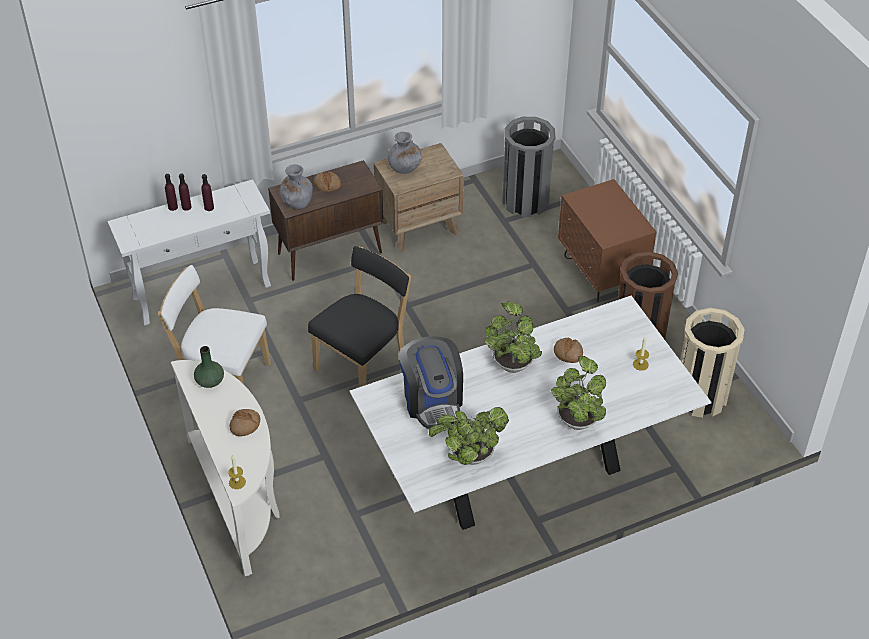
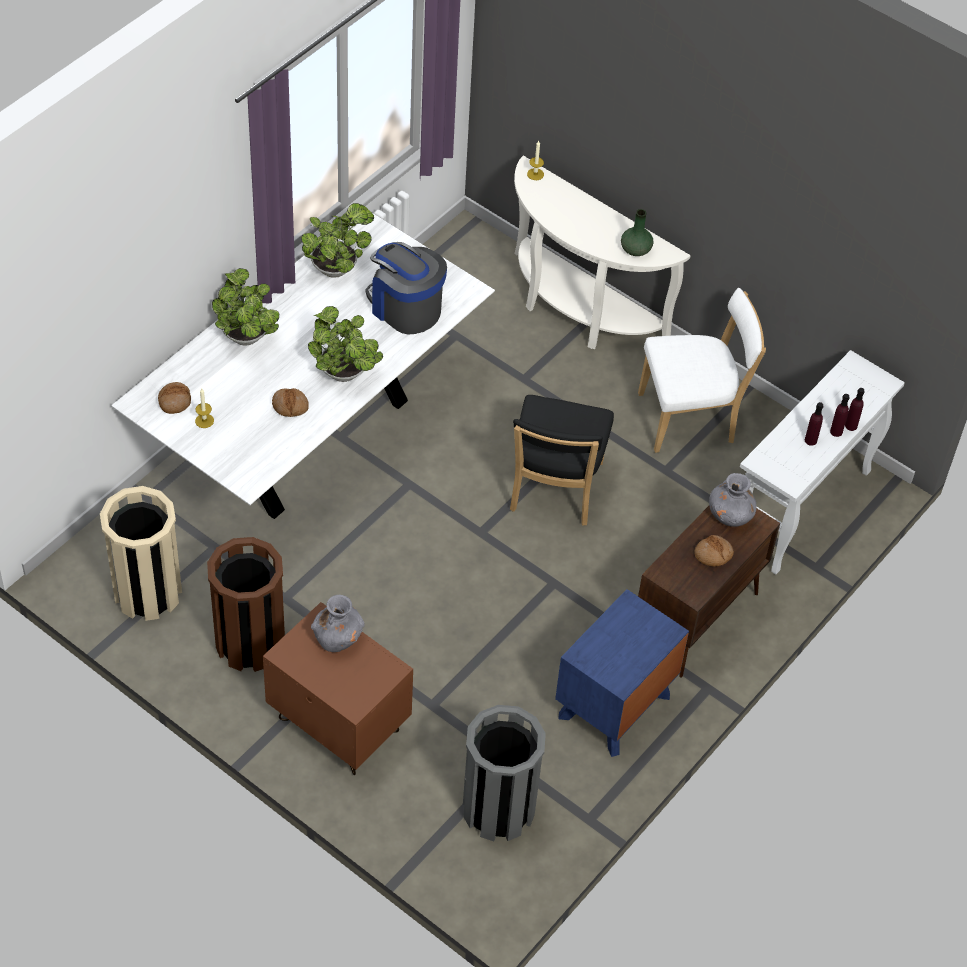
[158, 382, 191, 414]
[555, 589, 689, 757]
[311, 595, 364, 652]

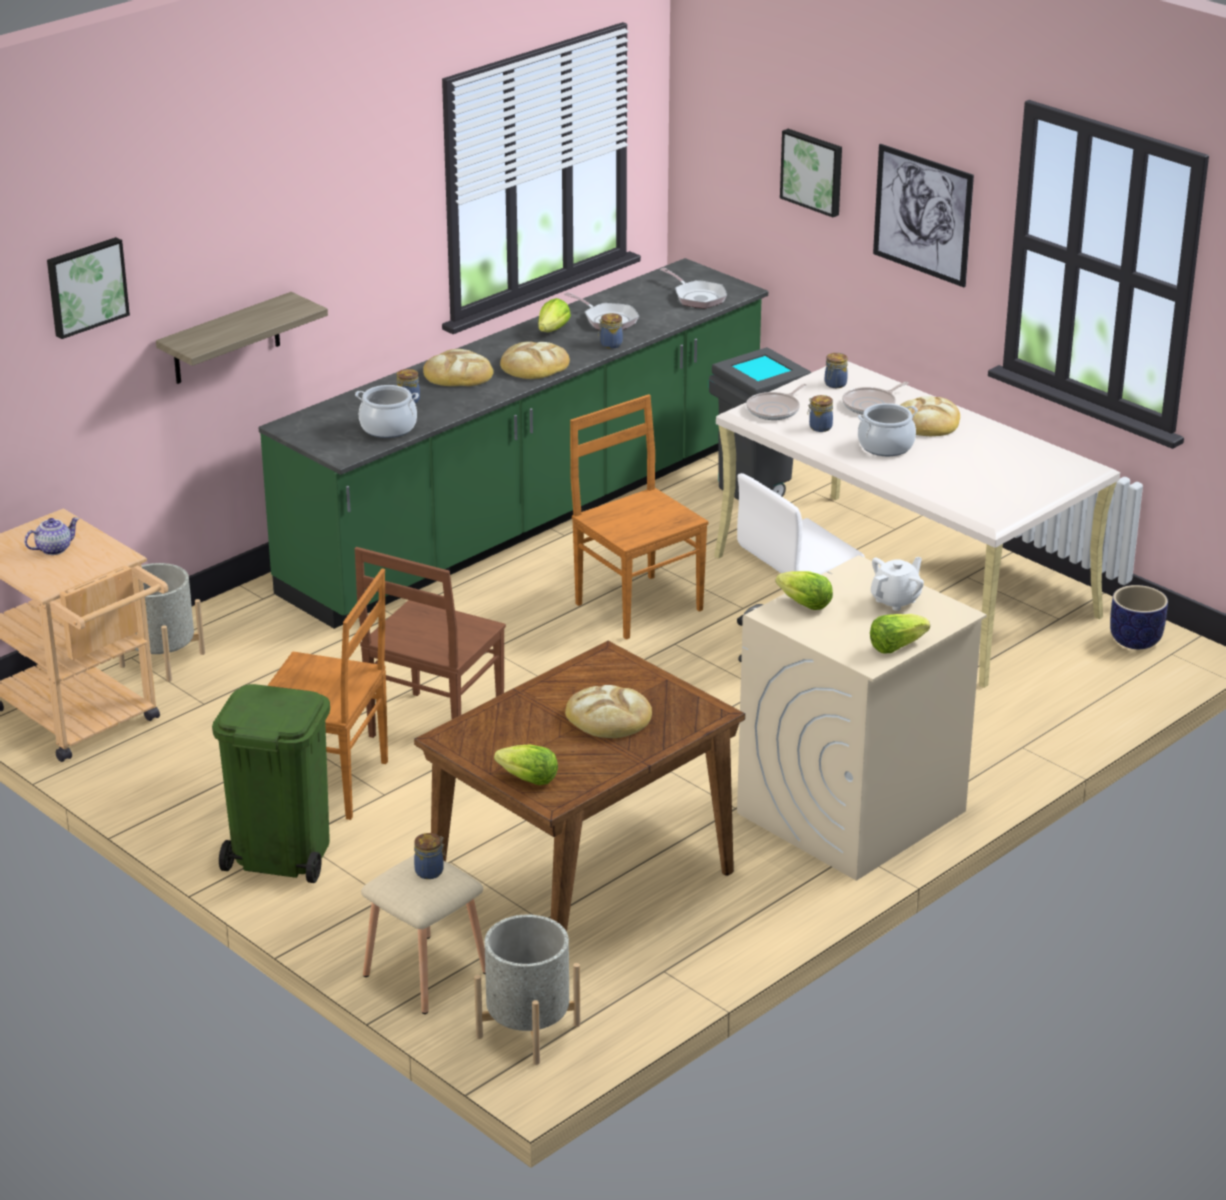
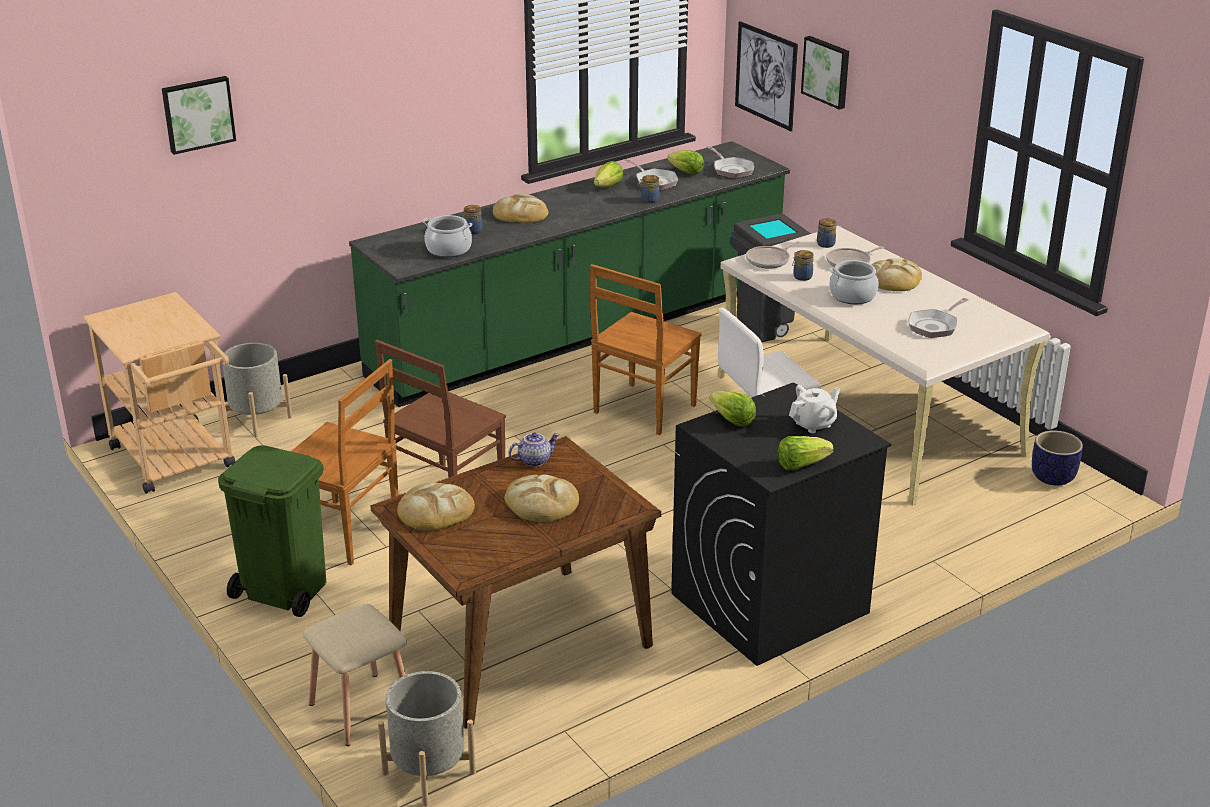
[509, 432, 560, 467]
[156, 292, 328, 384] (first image)
[414, 833, 445, 879] (first image)
[667, 150, 704, 175]
[397, 482, 475, 531]
[590, 264, 702, 435]
[671, 383, 891, 666]
[735, 21, 798, 131]
[908, 298, 968, 338]

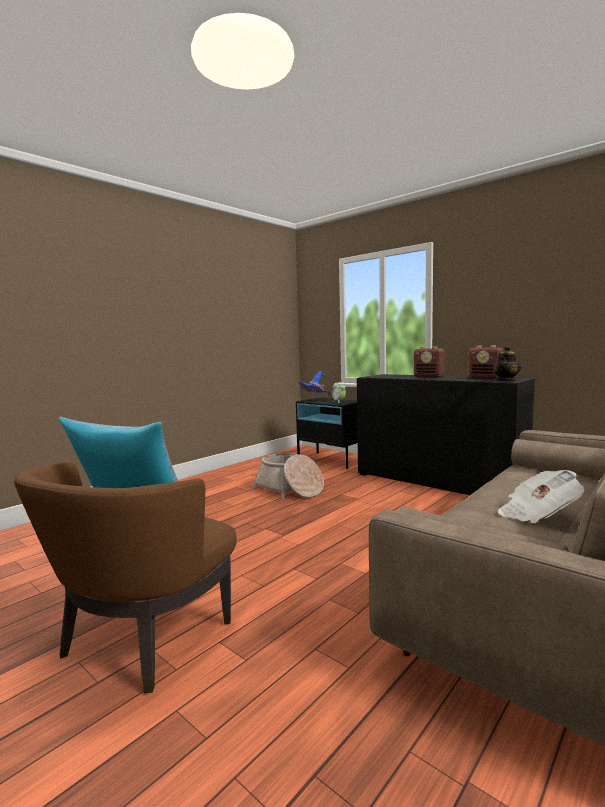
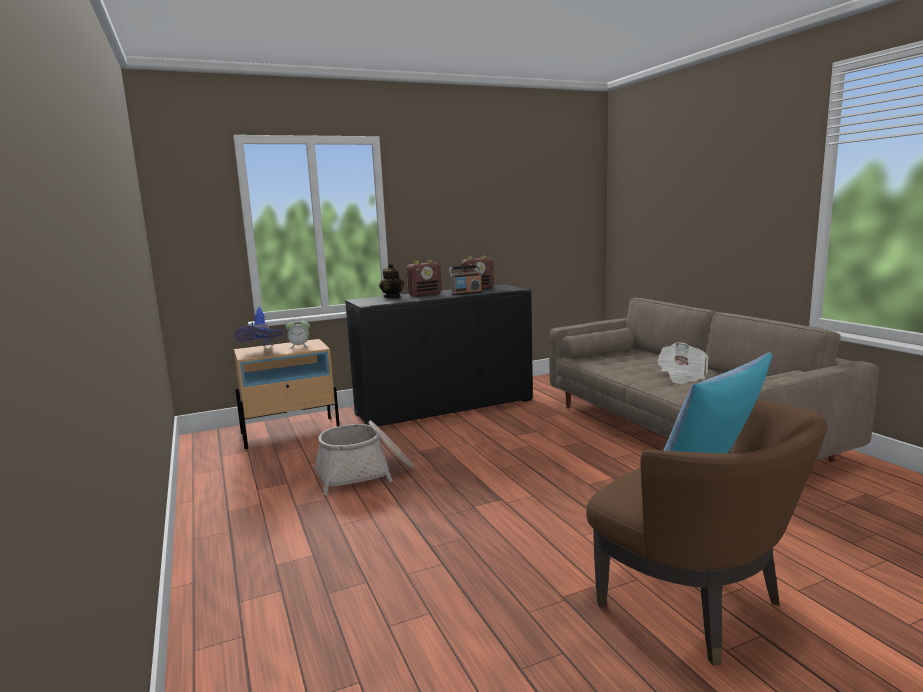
[234, 339, 340, 449]
[379, 263, 404, 298]
[449, 265, 482, 295]

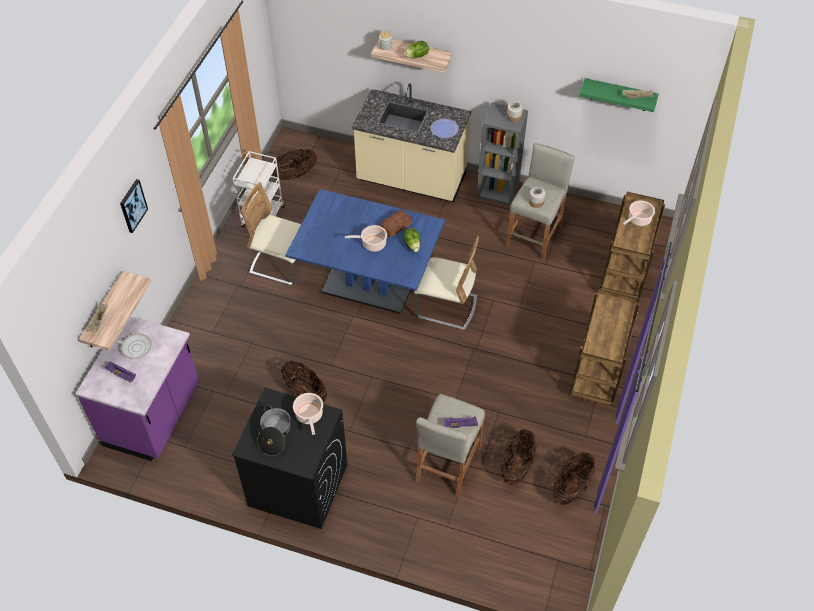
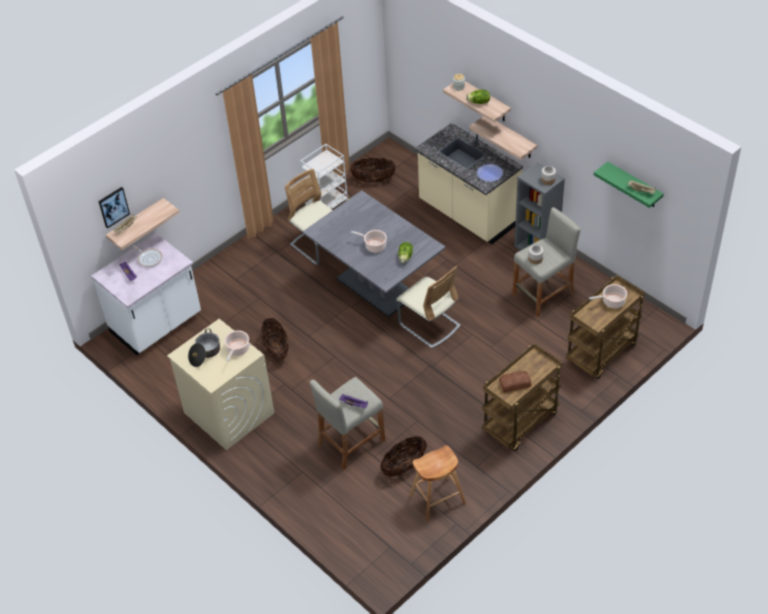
[91, 233, 201, 355]
[98, 187, 130, 229]
[167, 319, 274, 450]
[302, 190, 446, 318]
[499, 371, 532, 393]
[409, 445, 466, 522]
[469, 117, 537, 160]

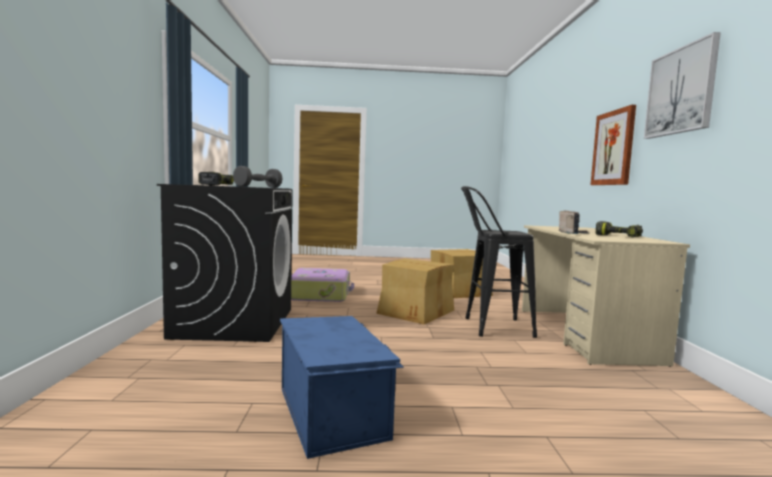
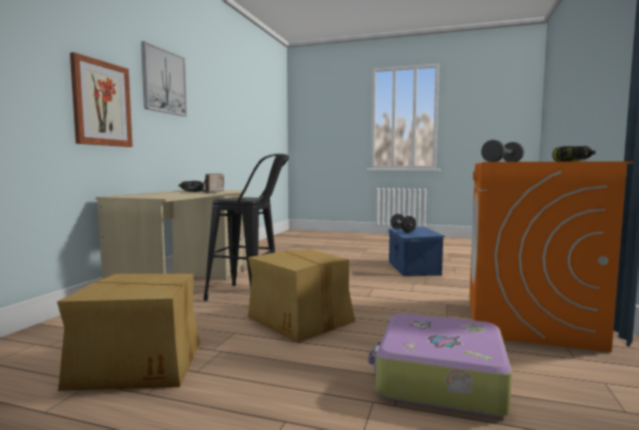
[469, 161, 633, 352]
[391, 214, 416, 232]

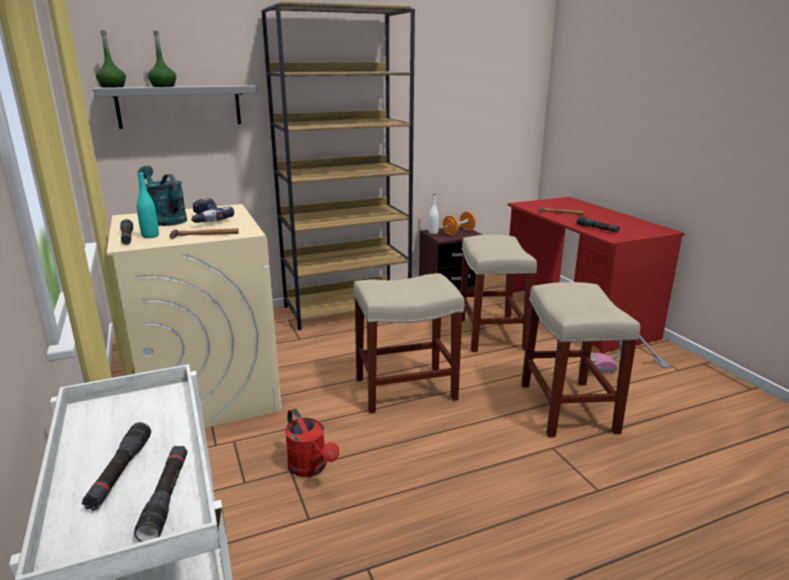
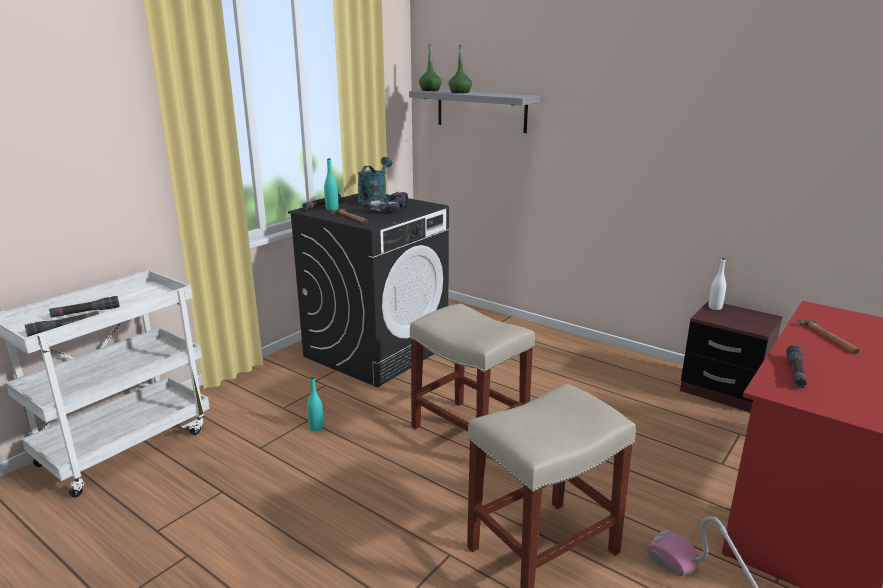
[288, 193, 449, 387]
[261, 1, 415, 330] (first image)
[307, 377, 324, 431]
[443, 211, 476, 235] (first image)
[460, 235, 537, 352] (first image)

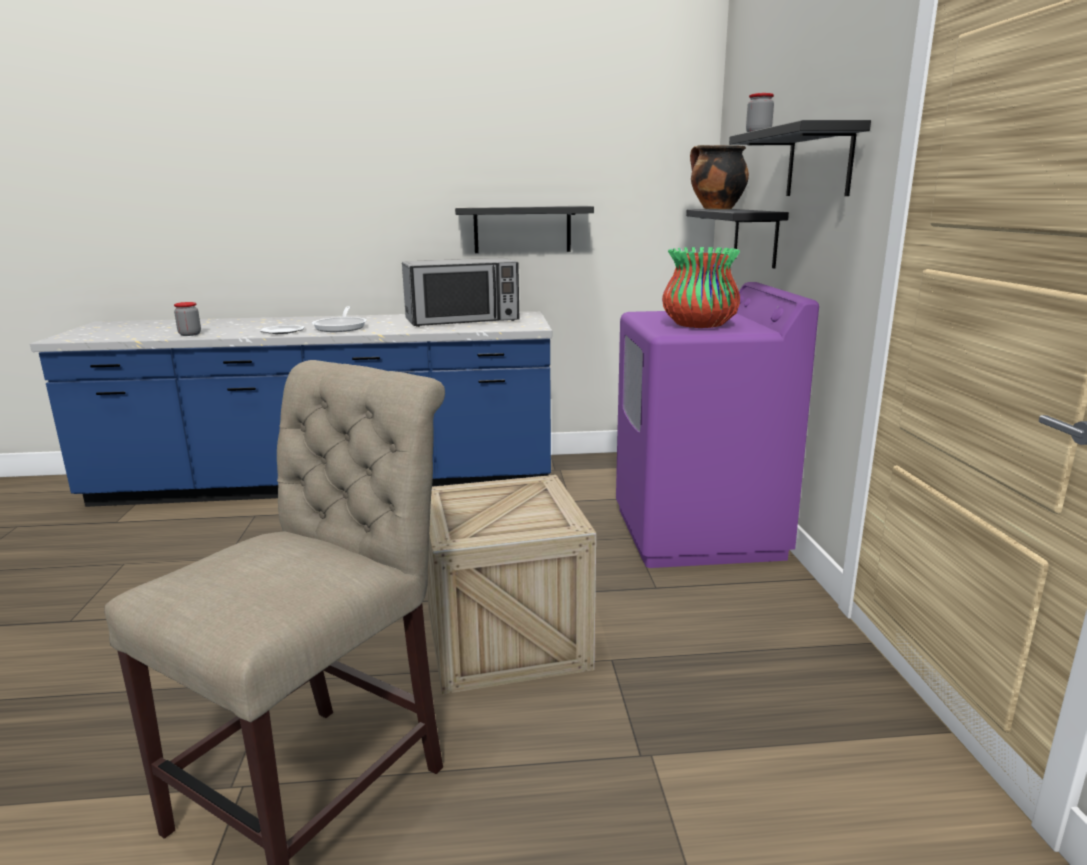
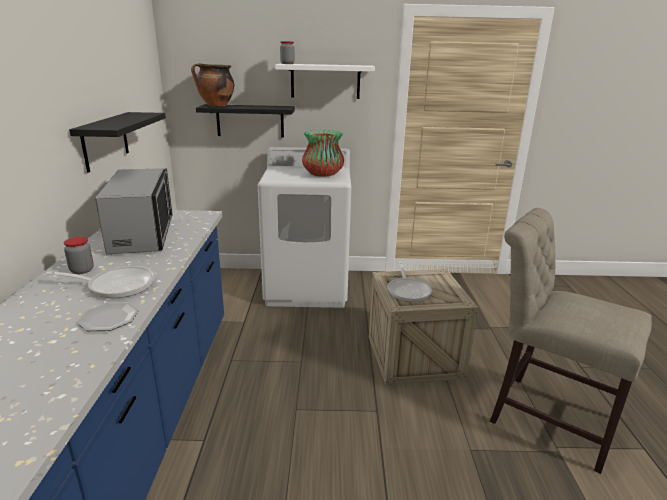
[64, 237, 94, 274]
[258, 147, 351, 308]
[275, 64, 375, 99]
[387, 262, 432, 302]

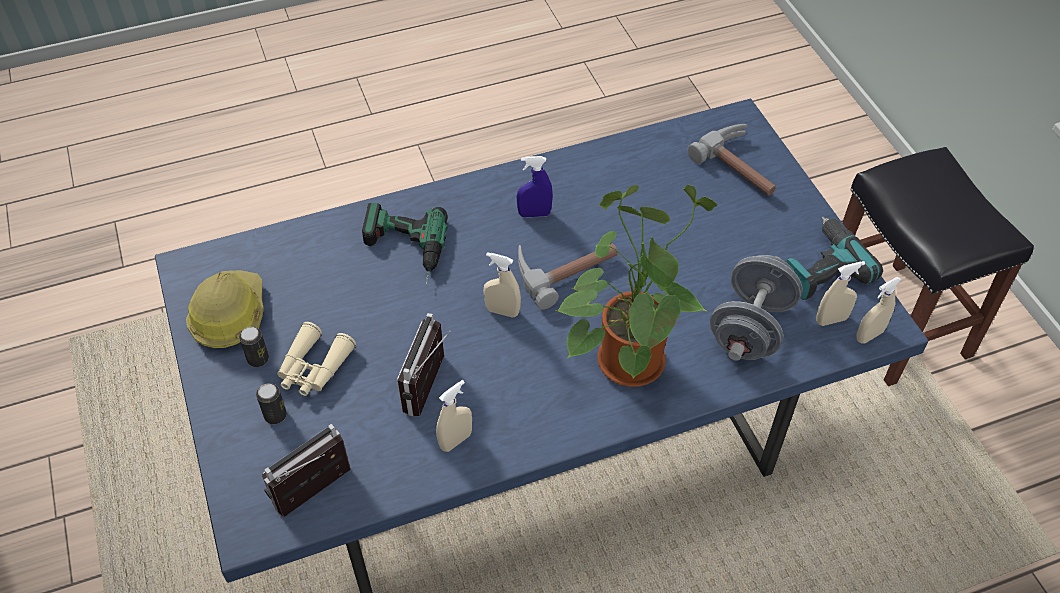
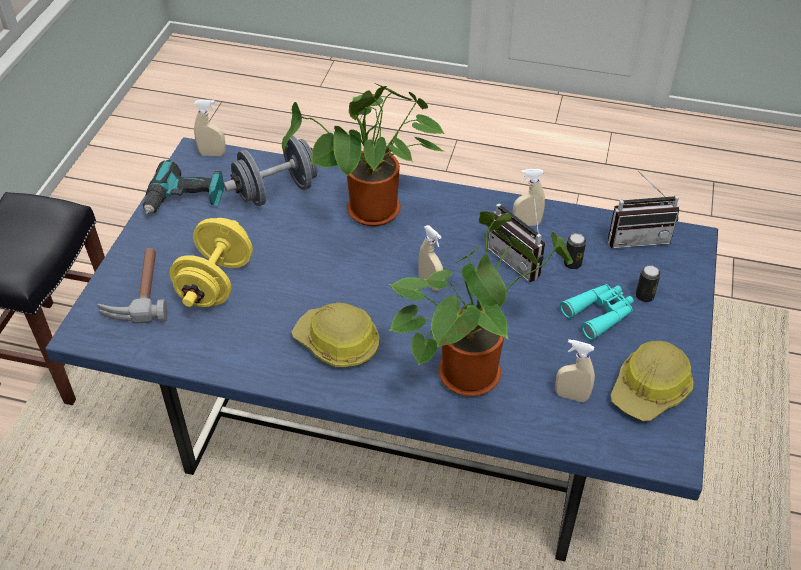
[564, 233, 586, 269]
[560, 284, 634, 340]
[389, 211, 573, 396]
[487, 193, 545, 282]
[292, 303, 380, 367]
[518, 244, 618, 310] (first image)
[555, 339, 595, 402]
[170, 218, 253, 307]

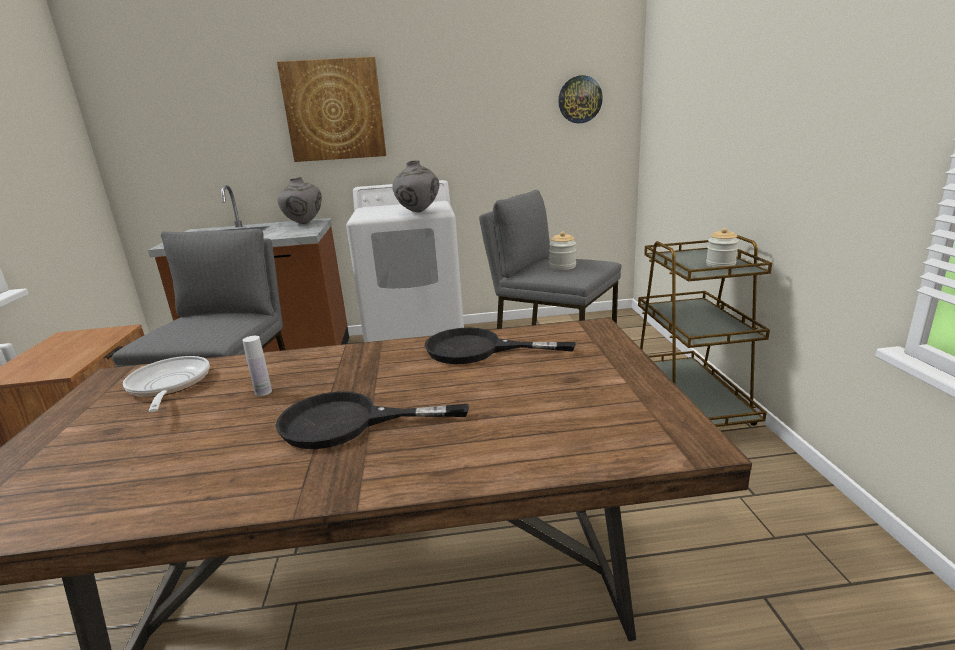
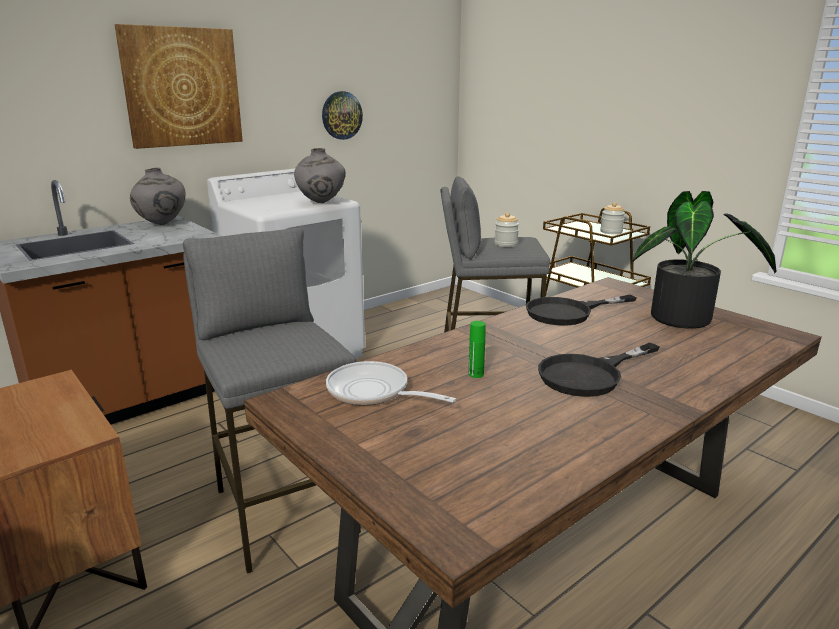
[469, 321, 486, 378]
[322, 91, 363, 140]
[632, 191, 776, 329]

